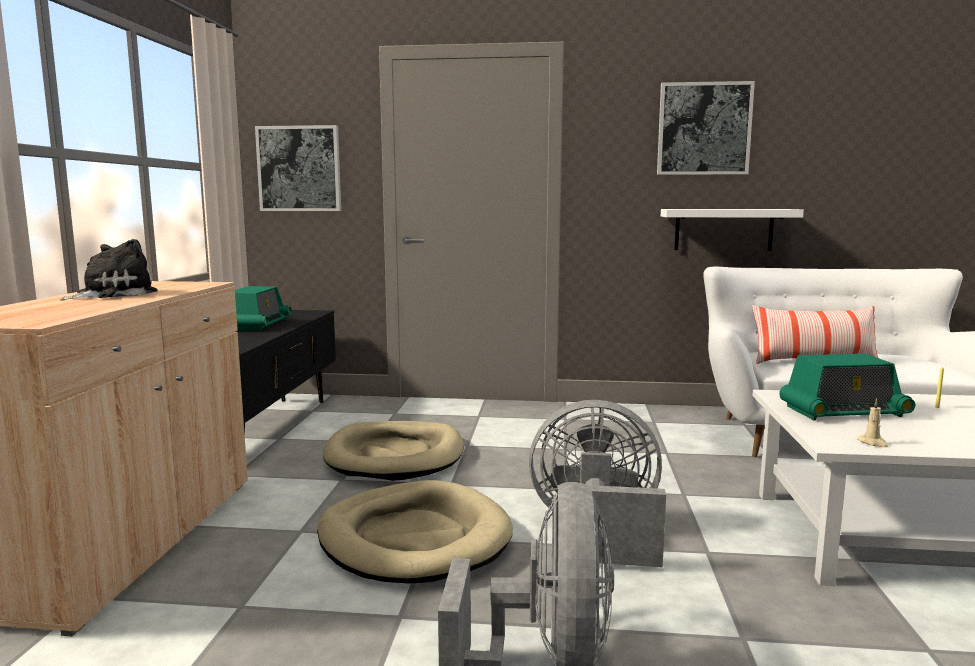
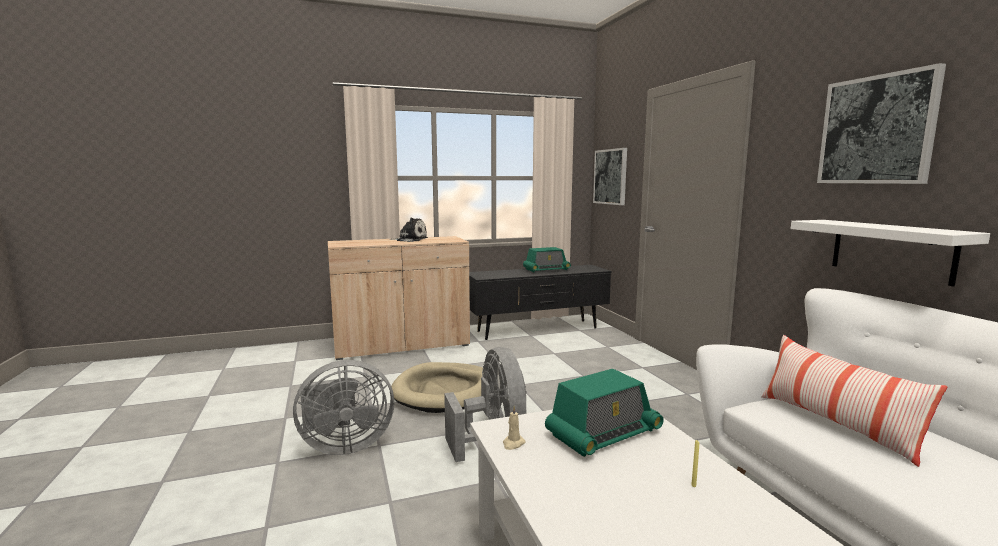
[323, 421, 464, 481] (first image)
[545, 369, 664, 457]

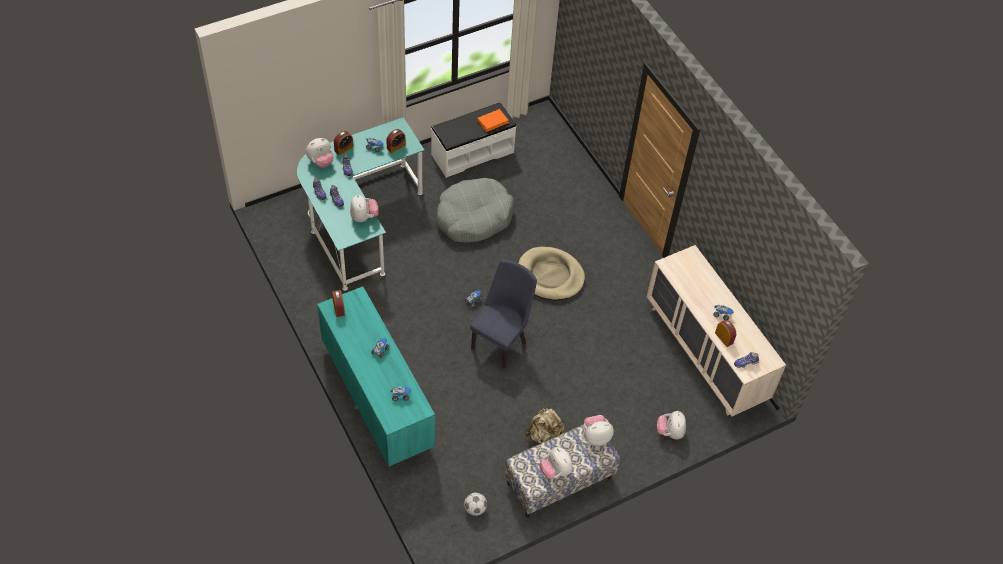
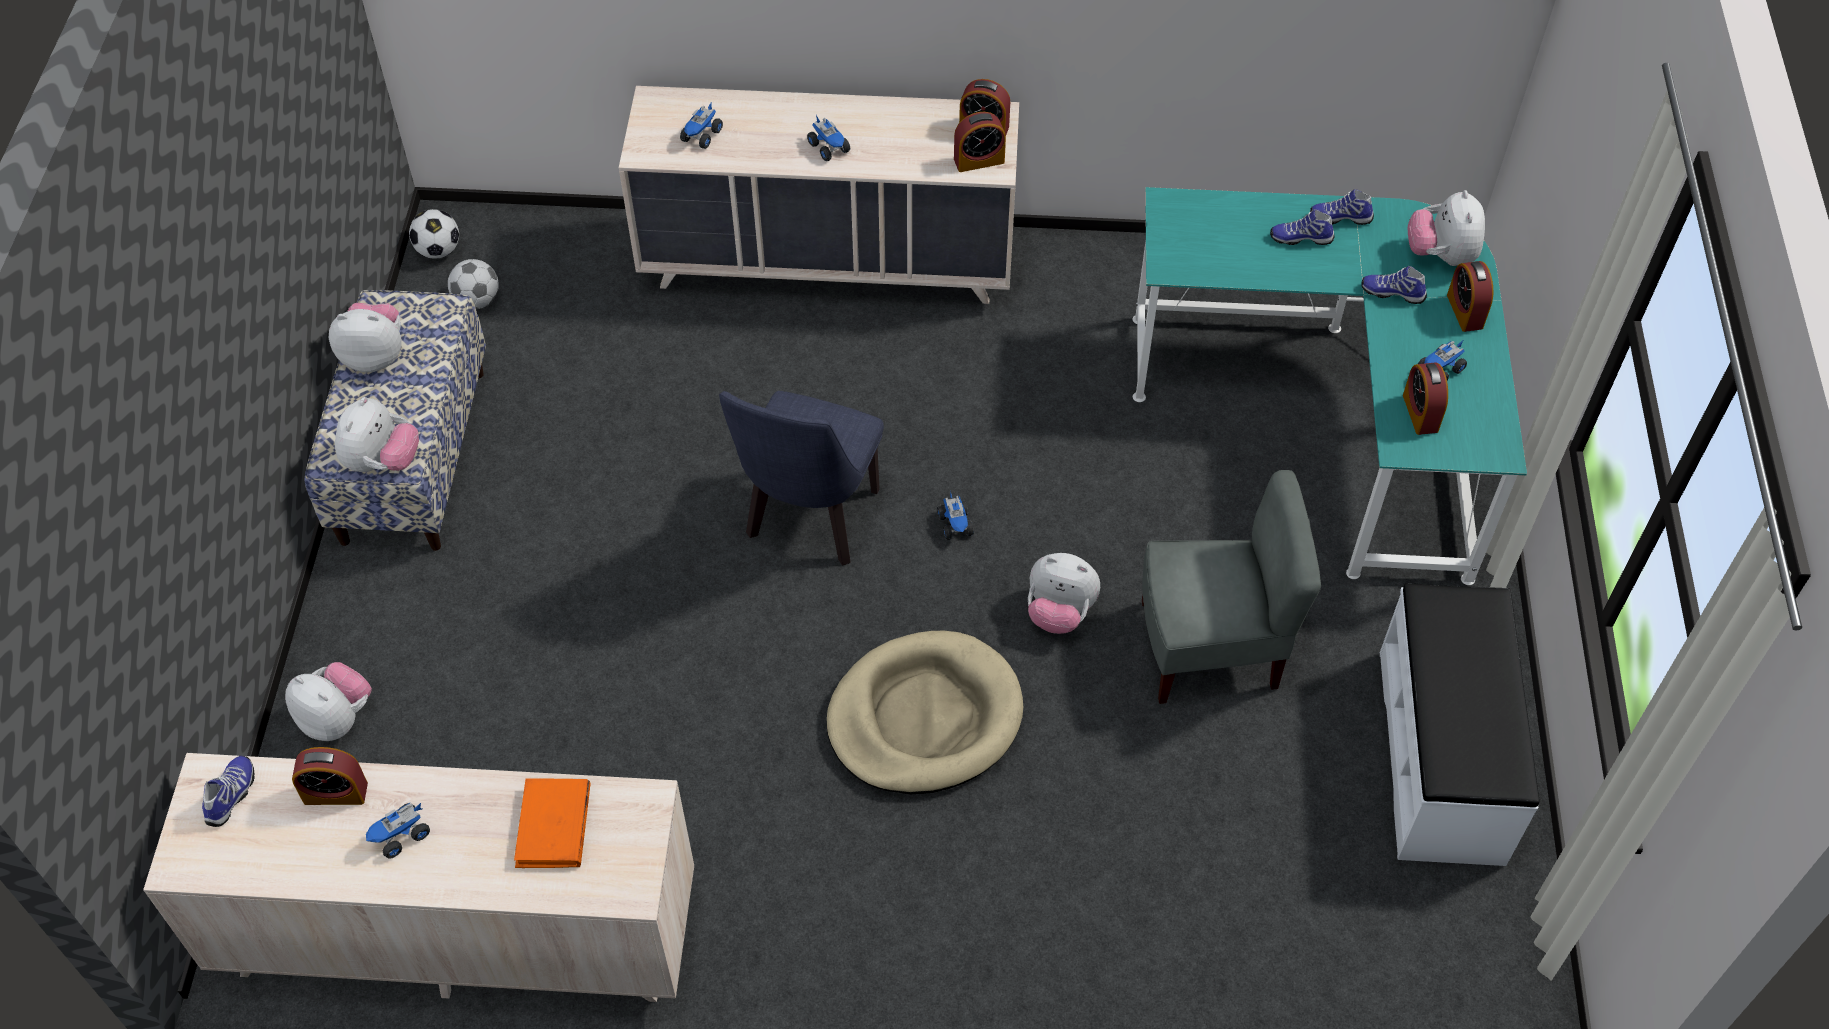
[619, 86, 1019, 304]
[1028, 553, 1100, 634]
[1142, 470, 1321, 704]
[719, 391, 884, 565]
[514, 778, 591, 868]
[525, 407, 564, 444] (first image)
[409, 209, 459, 259]
[954, 112, 1006, 172]

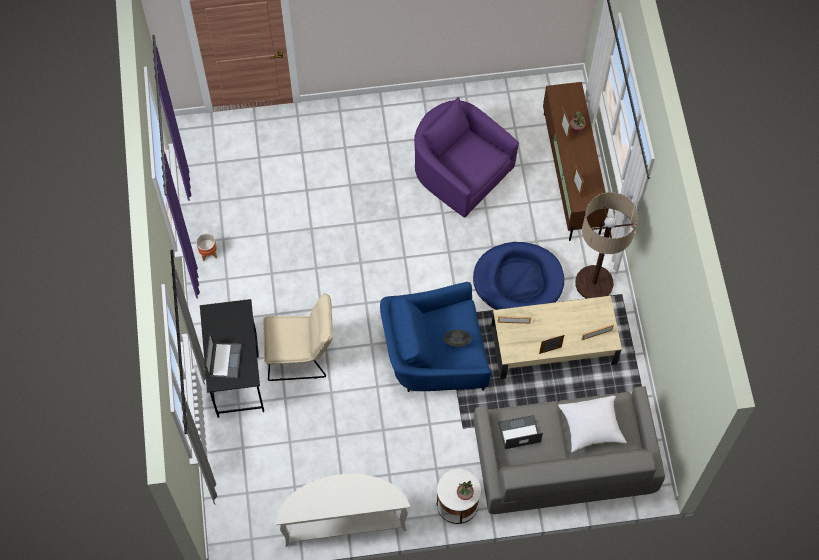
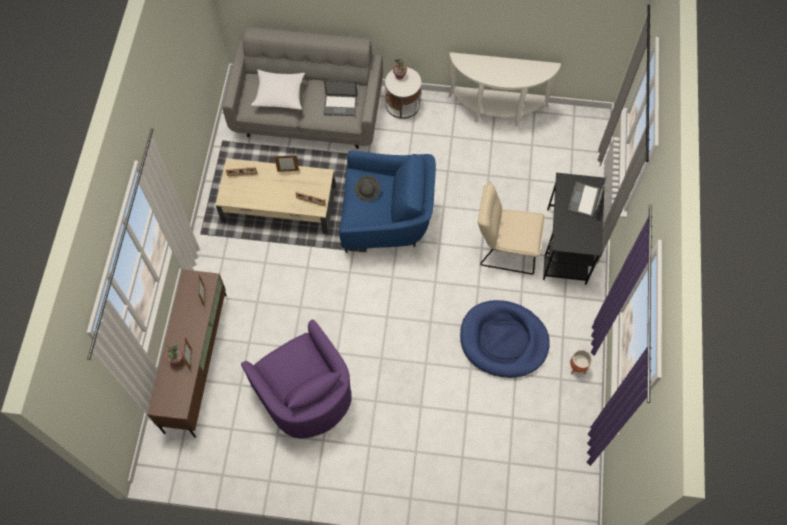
[460, 300, 550, 378]
[575, 192, 638, 299] (first image)

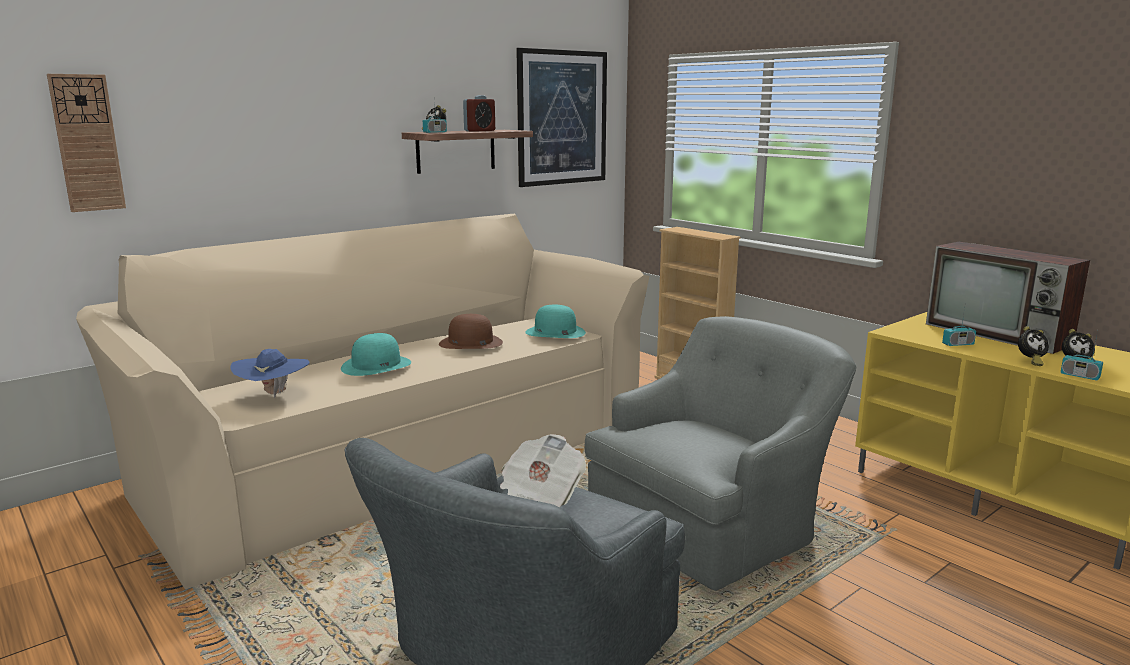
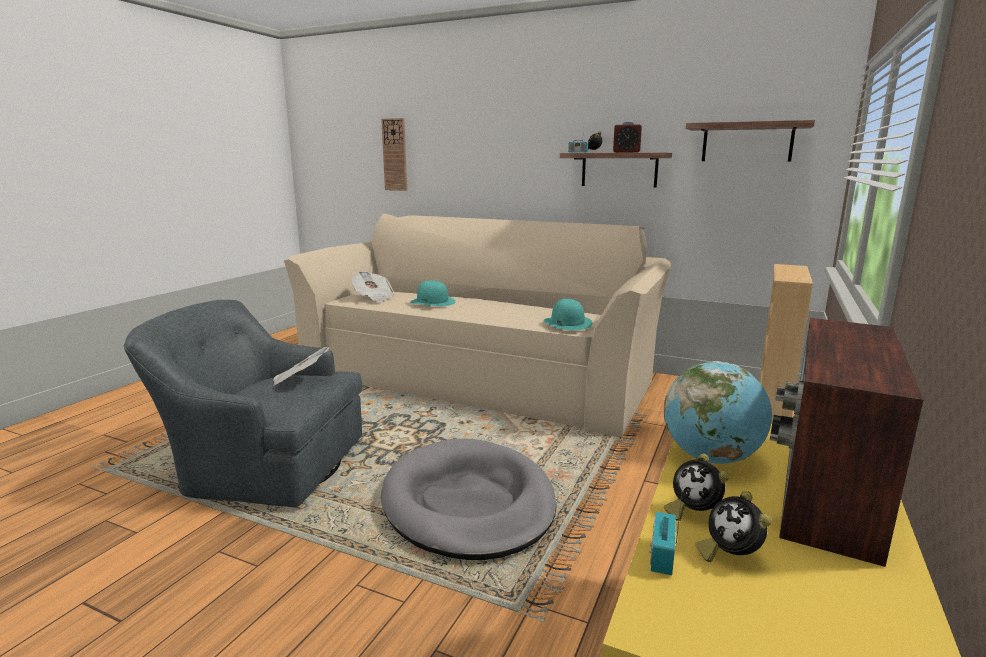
[351, 271, 395, 302]
[439, 314, 503, 349] (first image)
[686, 120, 815, 161]
[381, 439, 557, 560]
[664, 361, 772, 464]

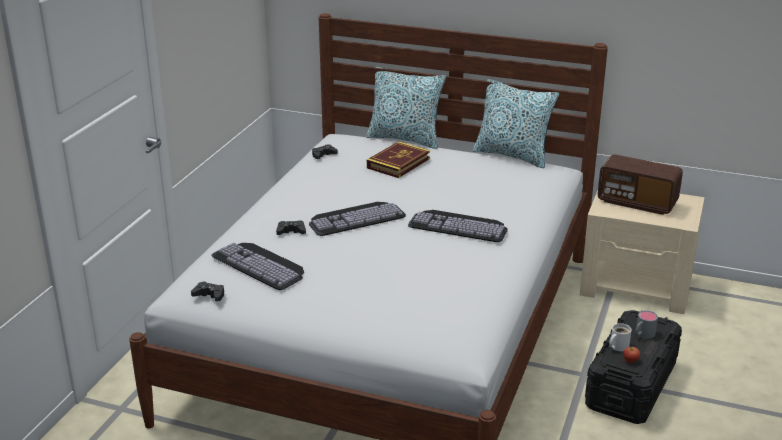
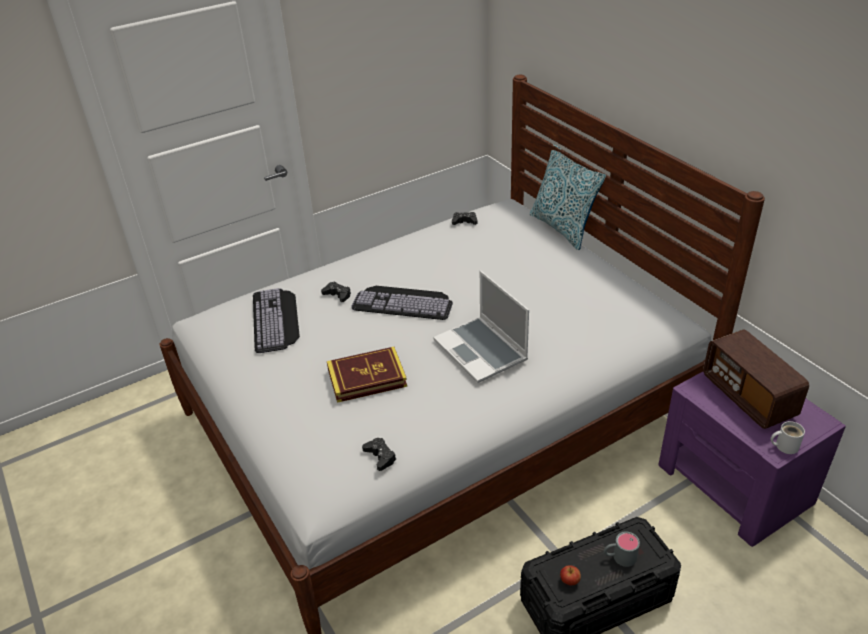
[362, 438, 396, 471]
[327, 347, 407, 403]
[433, 271, 529, 383]
[473, 79, 559, 168] (first image)
[658, 372, 846, 547]
[771, 421, 805, 454]

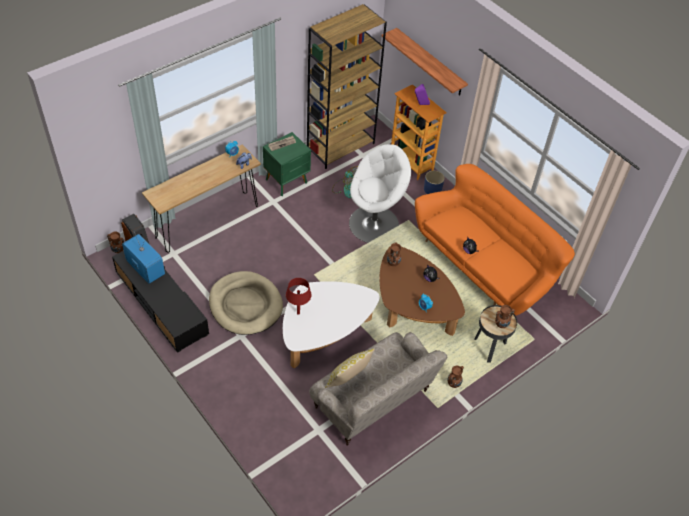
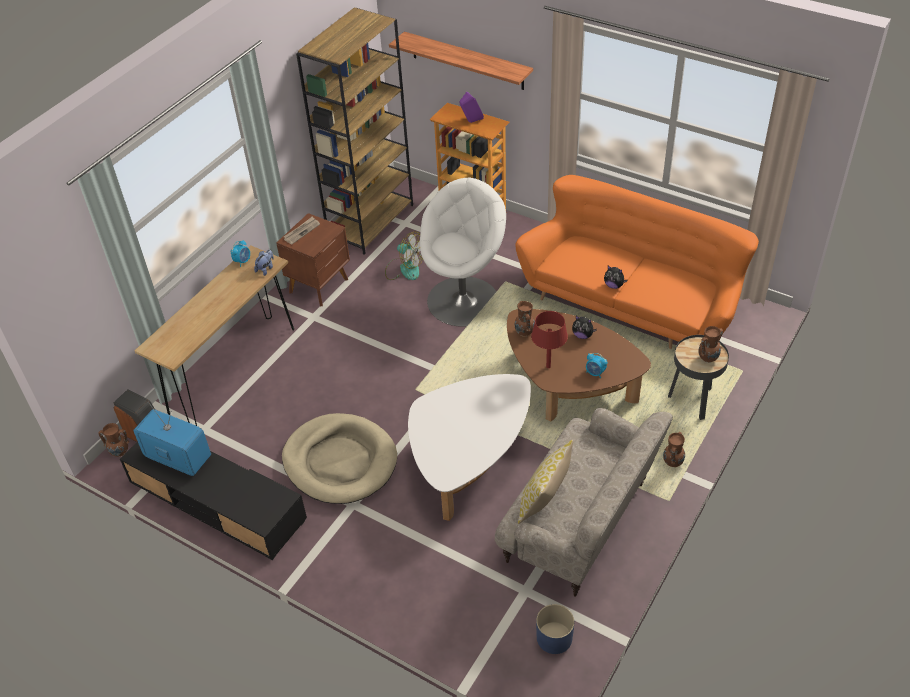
[276, 213, 350, 307]
[531, 311, 568, 368]
[536, 604, 574, 654]

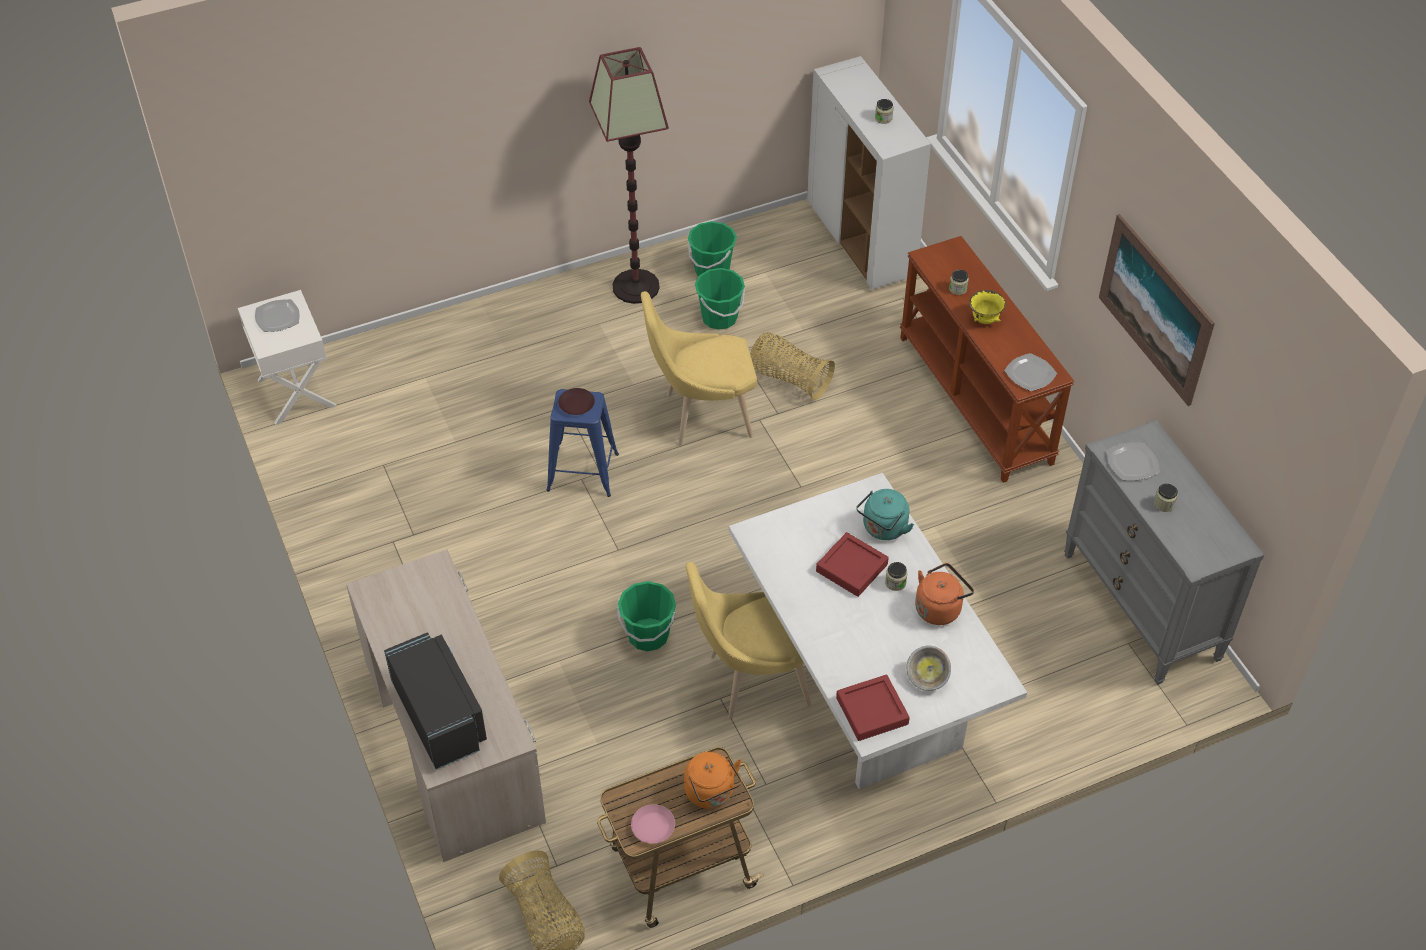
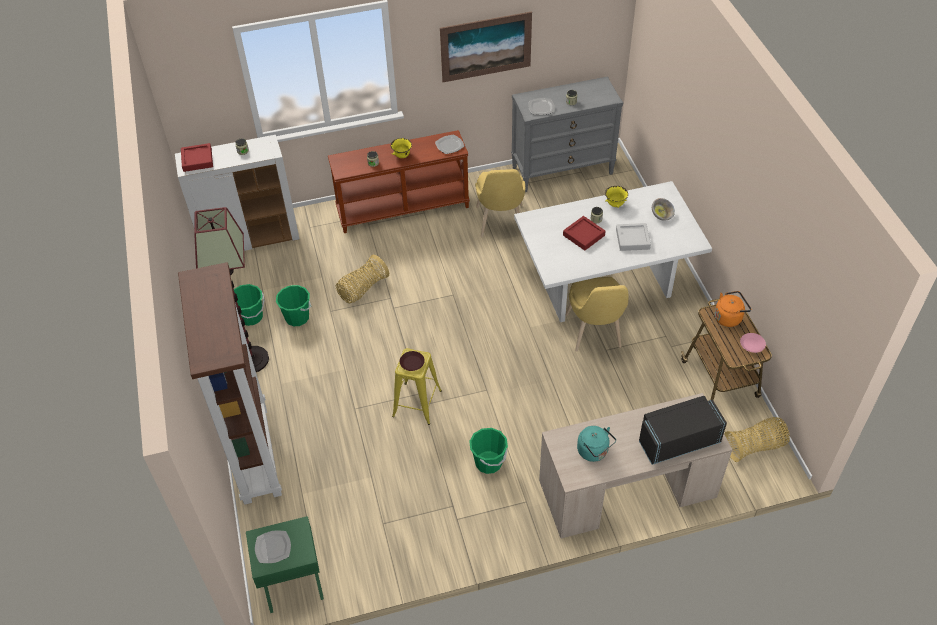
[246, 516, 324, 613]
[392, 348, 442, 425]
[469, 428, 508, 474]
[475, 169, 525, 237]
[181, 143, 213, 172]
[577, 426, 616, 462]
[605, 186, 628, 208]
[178, 262, 282, 505]
[616, 223, 651, 251]

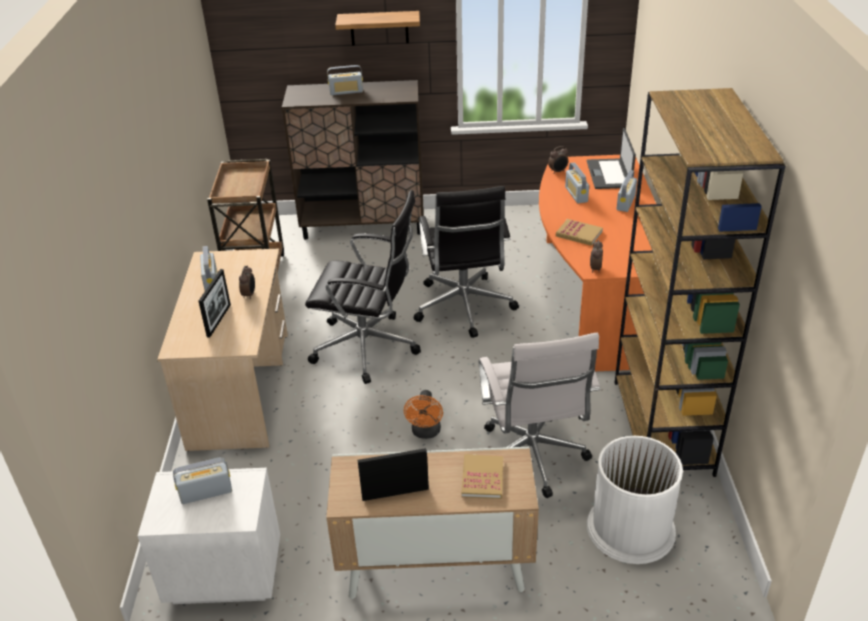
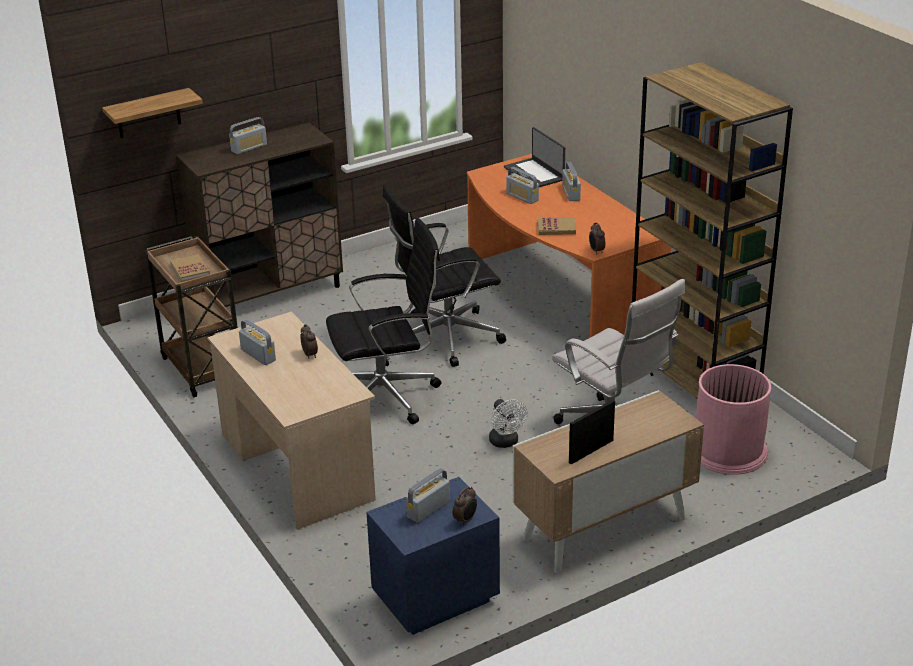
[366, 477, 500, 635]
[198, 269, 231, 338] (first image)
[102, 88, 203, 138]
[489, 399, 528, 448]
[383, 184, 506, 367]
[170, 254, 210, 282]
[452, 487, 477, 526]
[696, 364, 771, 475]

